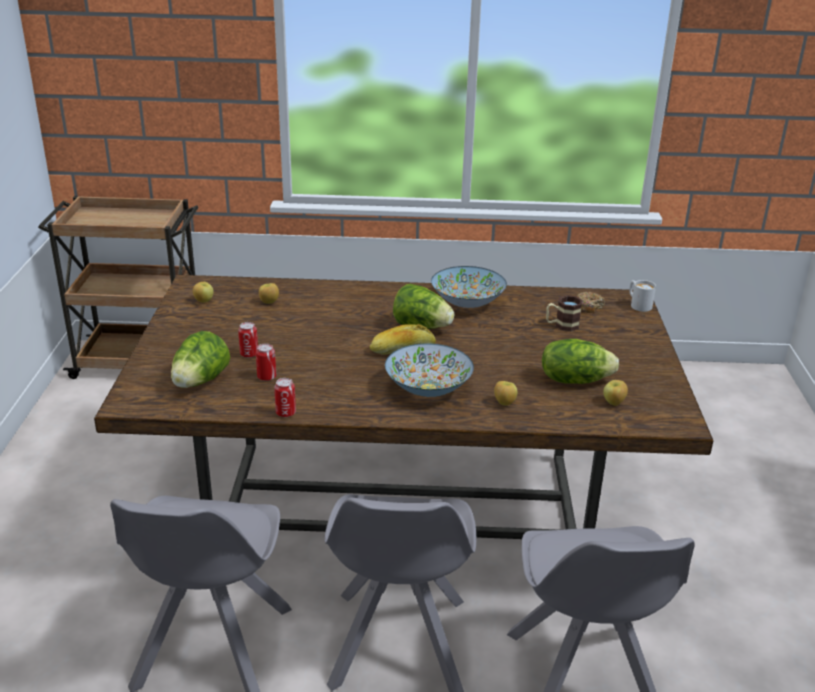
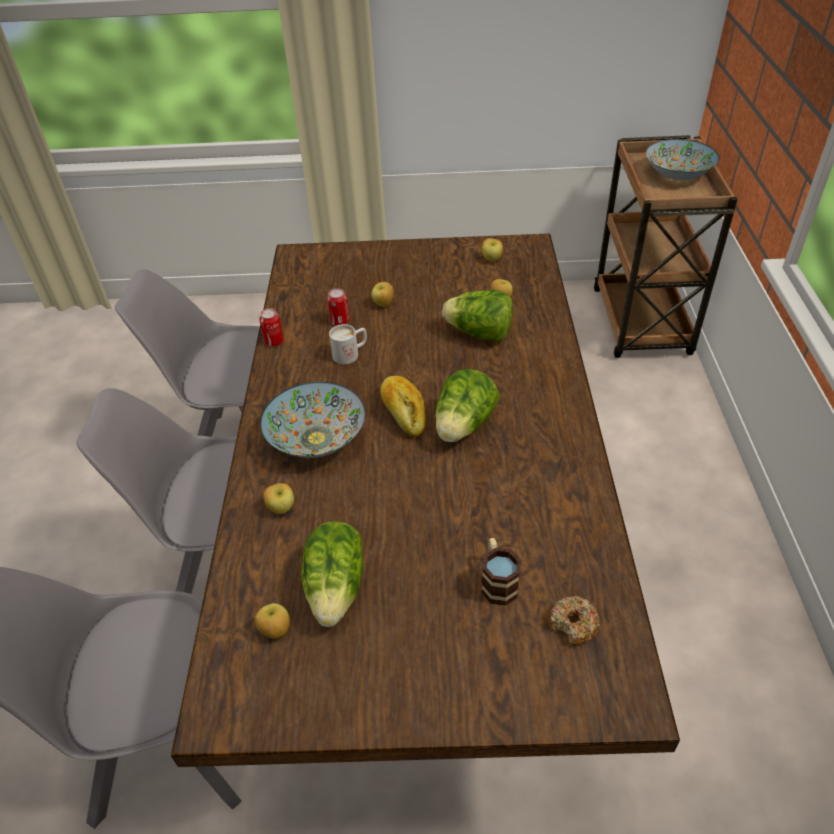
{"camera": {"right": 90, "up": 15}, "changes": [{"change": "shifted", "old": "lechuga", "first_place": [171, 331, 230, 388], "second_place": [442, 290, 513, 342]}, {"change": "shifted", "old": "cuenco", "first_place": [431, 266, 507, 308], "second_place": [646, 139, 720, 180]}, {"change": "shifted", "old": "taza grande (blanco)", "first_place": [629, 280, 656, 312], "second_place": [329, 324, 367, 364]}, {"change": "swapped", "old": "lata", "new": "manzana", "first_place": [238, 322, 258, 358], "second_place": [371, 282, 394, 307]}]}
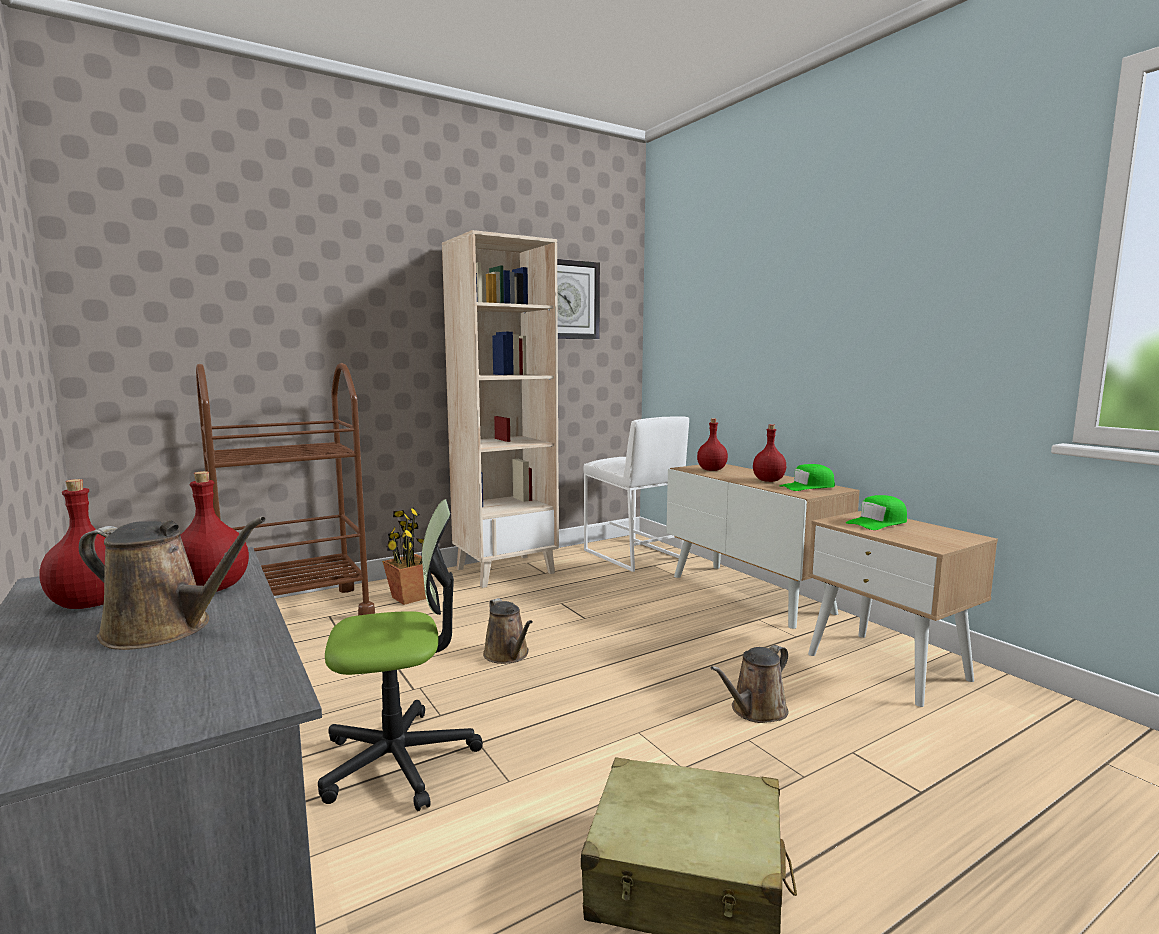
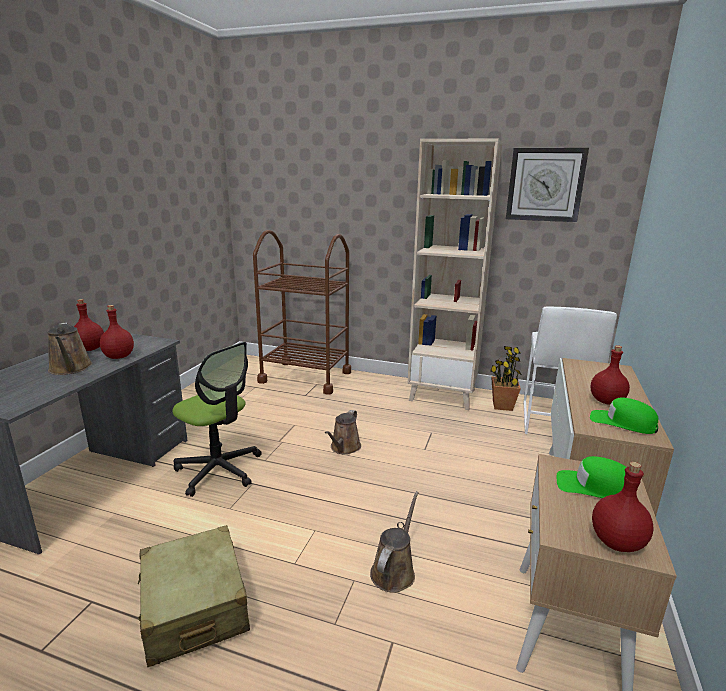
{"camera": {"right": 50, "up": 10}, "changes": [{"change": "shifted", "old": "planta en maceta", "first_place": [382, 507, 432, 605], "second_place": [490, 346, 522, 411]}, {"change": "shifted", "old": "botella (rojo)", "first_place": [697, 418, 728, 471], "second_place": [592, 462, 654, 552]}, {"change": "rotated", "old": "regadera (marrón)", "first_place": [711, 645, 788, 723], "second_place": [370, 491, 419, 593], "degrees": 105}]}
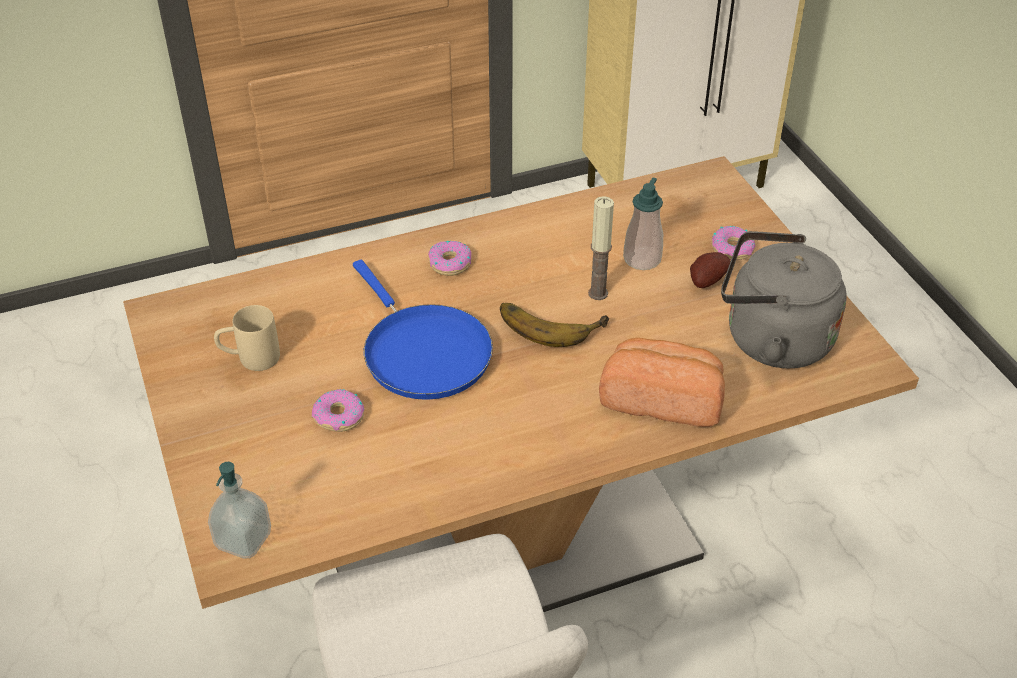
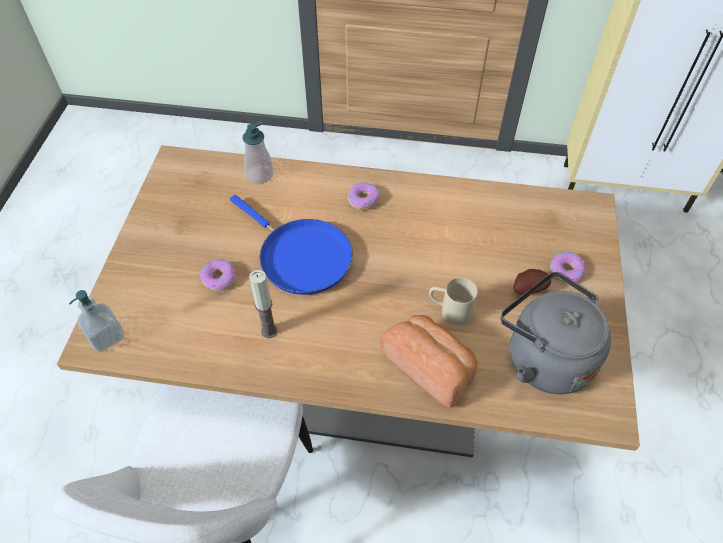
{"camera": {"right": 30, "up": 10}, "changes": [{"change": "gone", "old": "plátano", "first_place": [500, 303, 609, 347]}, {"change": "shifted", "old": "taza grande (beis)", "first_place": [214, 305, 280, 371], "second_place": [429, 278, 478, 326]}, {"change": "shifted", "old": "vela", "first_place": [588, 196, 614, 300], "second_place": [249, 270, 278, 338]}, {"change": "shifted", "old": "dispensador de jabón", "first_place": [623, 178, 663, 270], "second_place": [242, 121, 273, 184]}, {"change": "rotated", "old": "sartén (azul)", "first_place": [353, 260, 493, 400], "second_place": [230, 195, 352, 295], "degrees": -45}]}
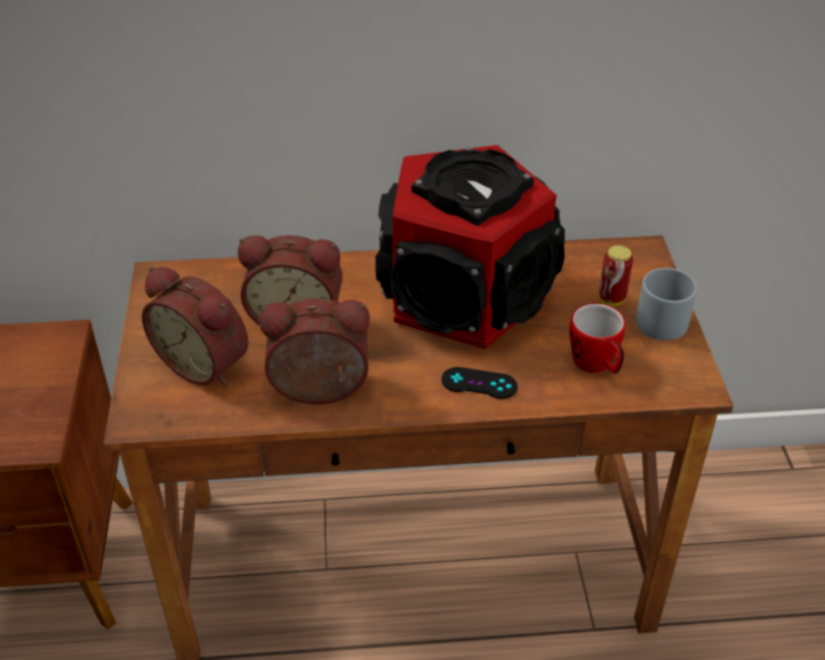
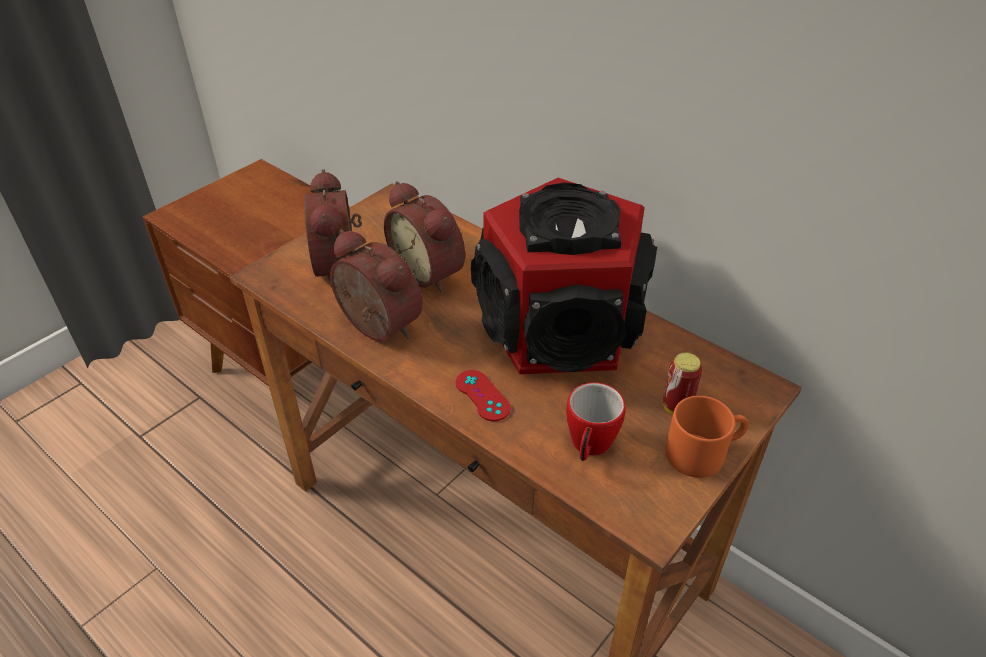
{"camera": {"right": 45, "up": 0}, "changes": [{"change": "repainted", "old": "mando de consola (negro)", "new": "mando de consola (rojo)", "first_place": [442, 367, 517, 399], "second_place": [456, 370, 511, 421]}, {"change": "repainted", "old": "taza grande (gris)", "new": "taza grande (naranja)", "first_place": [636, 268, 697, 341], "second_place": [665, 396, 749, 478]}]}
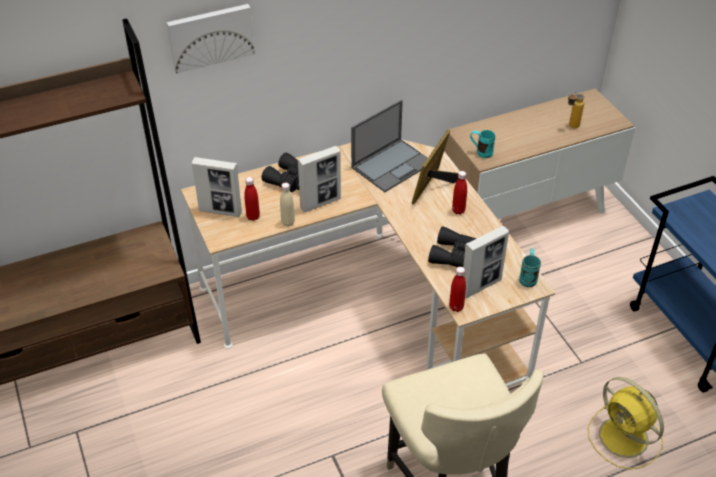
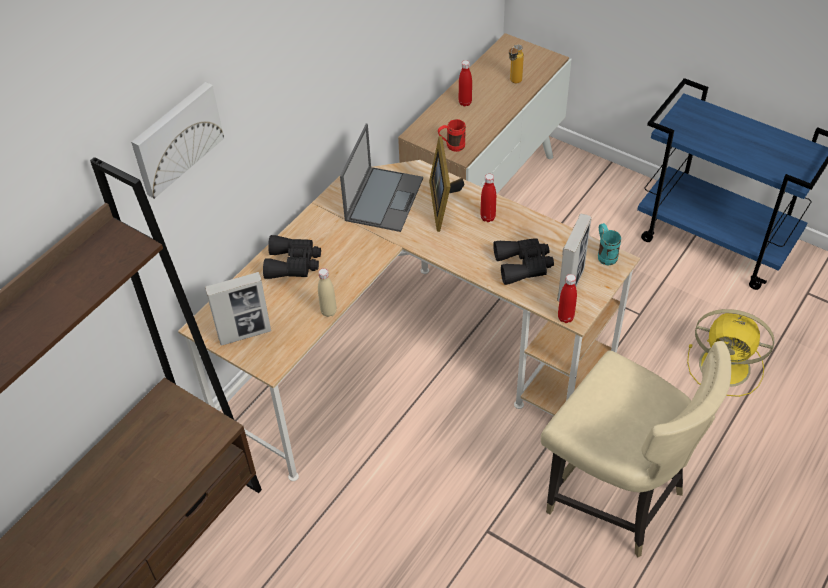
{"camera": {"right": -30, "up": 5}, "changes": [{"change": "gone", "old": "portarretratos", "first_place": [297, 146, 341, 213]}, {"change": "shifted", "old": "botella (rojo)", "first_place": [244, 177, 260, 221], "second_place": [459, 60, 472, 106]}, {"change": "repainted", "old": "taza grande (turquesa)", "new": "taza grande (rojo)", "first_place": [470, 130, 495, 158], "second_place": [438, 119, 466, 152]}]}
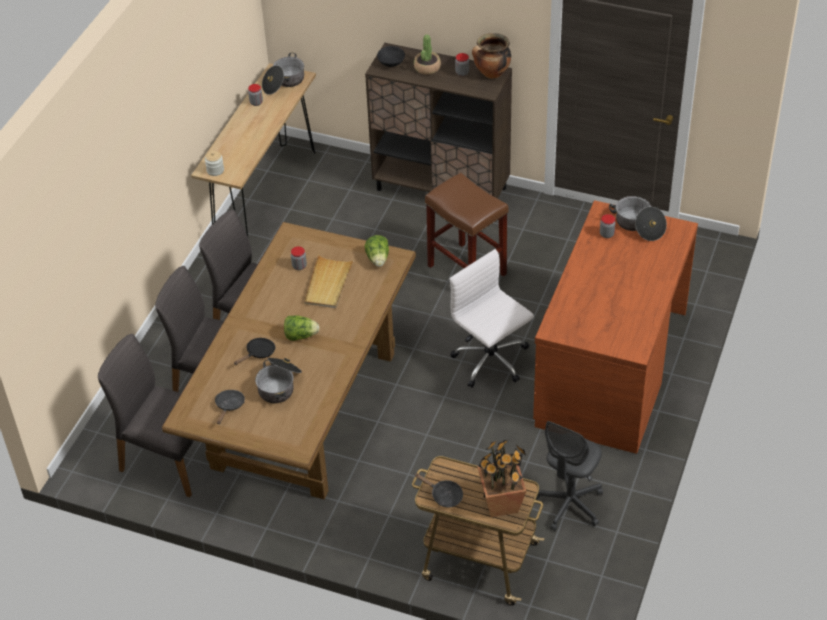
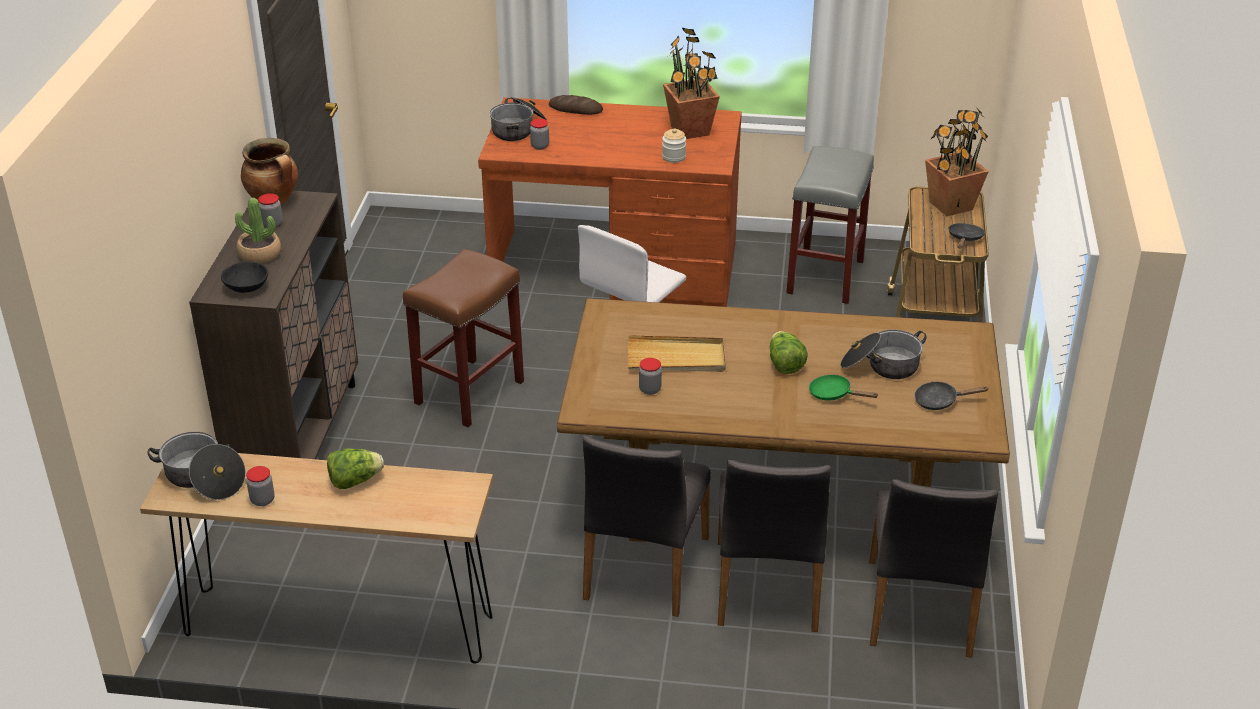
{"camera": {"right": -105, "up": -10}, "changes": [{"change": "new", "new": "pan", "second_place": [549, 95, 603, 115]}, {"change": "new", "new": "planta en maceta", "second_place": [663, 28, 720, 139]}, {"change": "shifted", "old": "tarro", "first_place": [205, 151, 224, 176], "second_place": [662, 128, 686, 163]}, {"change": "shifted", "old": "lechuga", "first_place": [364, 235, 389, 267], "second_place": [327, 449, 384, 489]}, {"change": "swapped", "old": "silla de oficina (gris)", "new": "taburete (gris)", "first_place": [536, 421, 603, 531], "second_place": [786, 146, 874, 304]}, {"change": "repainted", "old": "sartén (negro)", "new": "sartén (verde)", "first_place": [234, 338, 275, 365], "second_place": [809, 375, 878, 401]}]}
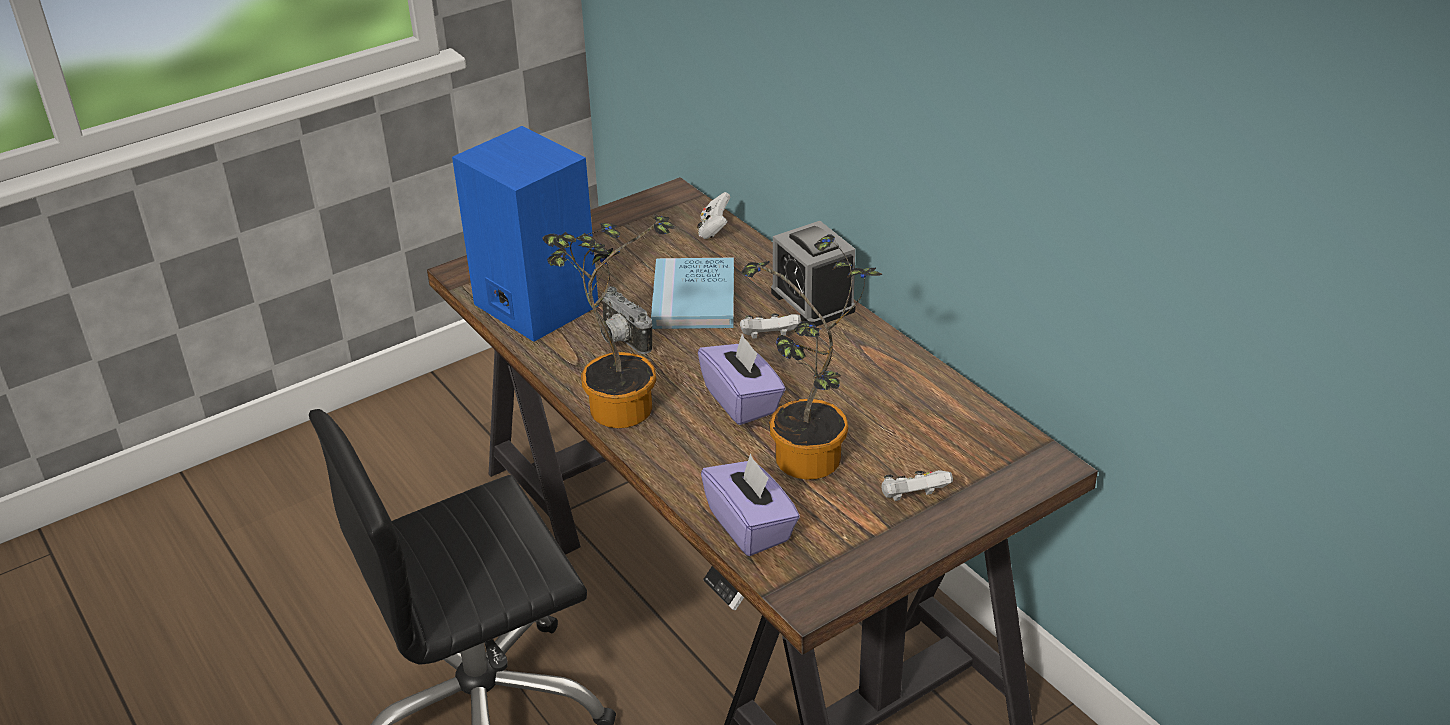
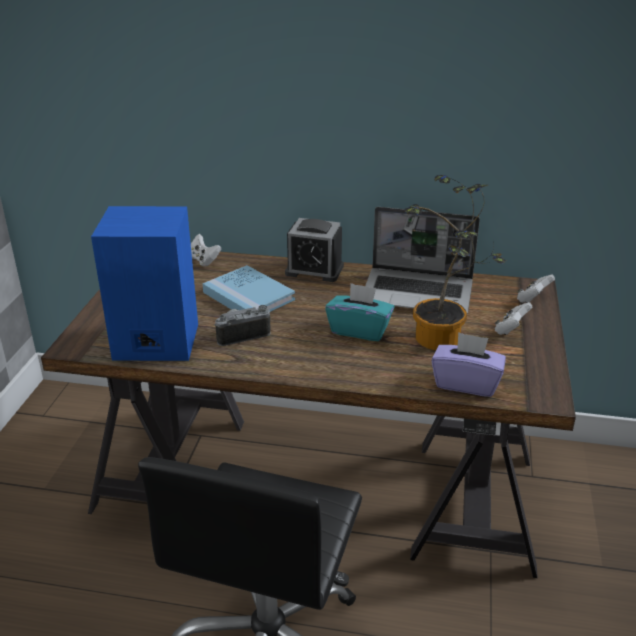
{"camera": {"right": -45, "up": -5}, "changes": [{"change": "gone", "old": "planta en maceta", "first_place": [542, 216, 674, 428]}, {"change": "new", "new": "portátil", "second_place": [365, 207, 480, 314]}, {"change": "shifted", "old": "mando de consola (blanco)", "first_place": [740, 313, 801, 339], "second_place": [517, 274, 555, 303]}, {"change": "repainted", "old": "caja de pañuelos (morado)", "new": "caja de pañuelos (turquesa)", "first_place": [698, 334, 786, 425], "second_place": [325, 283, 395, 341]}, {"change": "rotated", "old": "cámara", "first_place": [600, 286, 652, 354], "second_place": [214, 305, 271, 346], "degrees": 150}]}
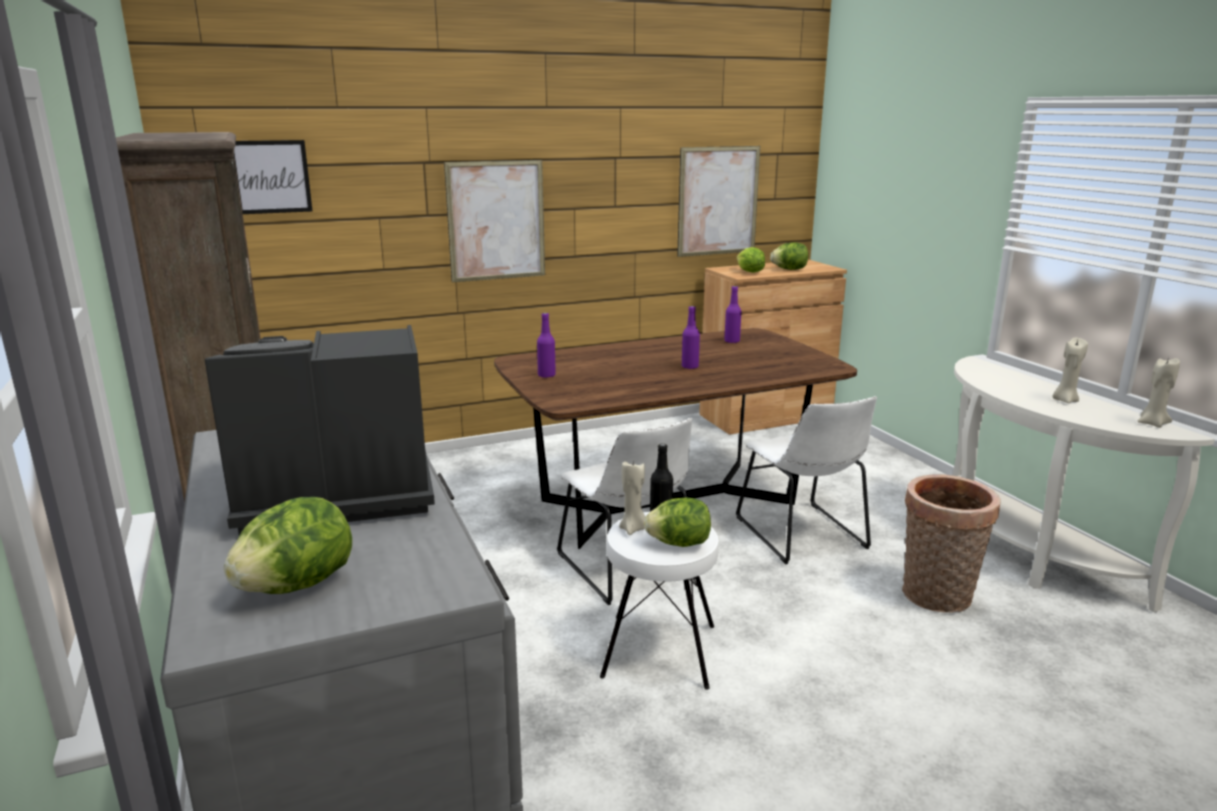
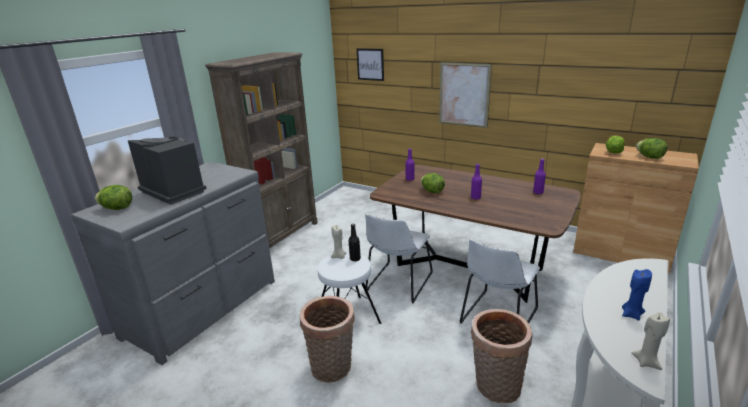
{"camera": {"right": 55, "up": 5}, "changes": [{"change": "gone", "old": "cuadro", "first_place": [677, 146, 760, 257]}, {"change": "new", "new": "cesta", "second_place": [300, 296, 355, 383]}, {"change": "shifted", "old": "lechuga", "first_place": [644, 497, 711, 547], "second_place": [421, 173, 445, 193]}, {"change": "repainted", "old": "vela (beis)", "new": "vela (azul)", "first_place": [1052, 338, 1088, 403], "second_place": [622, 269, 652, 320]}]}
